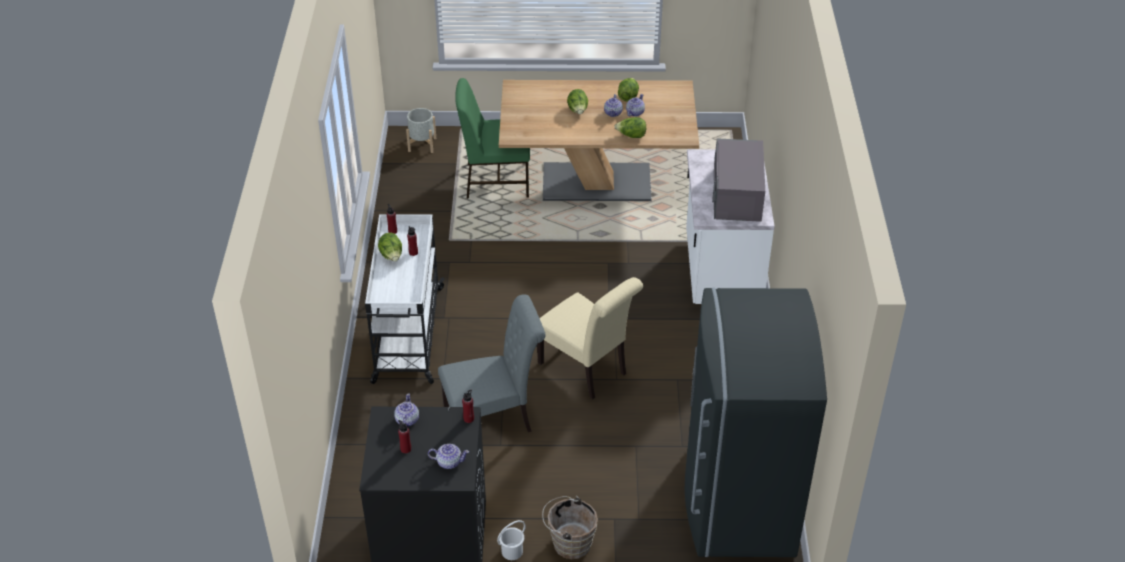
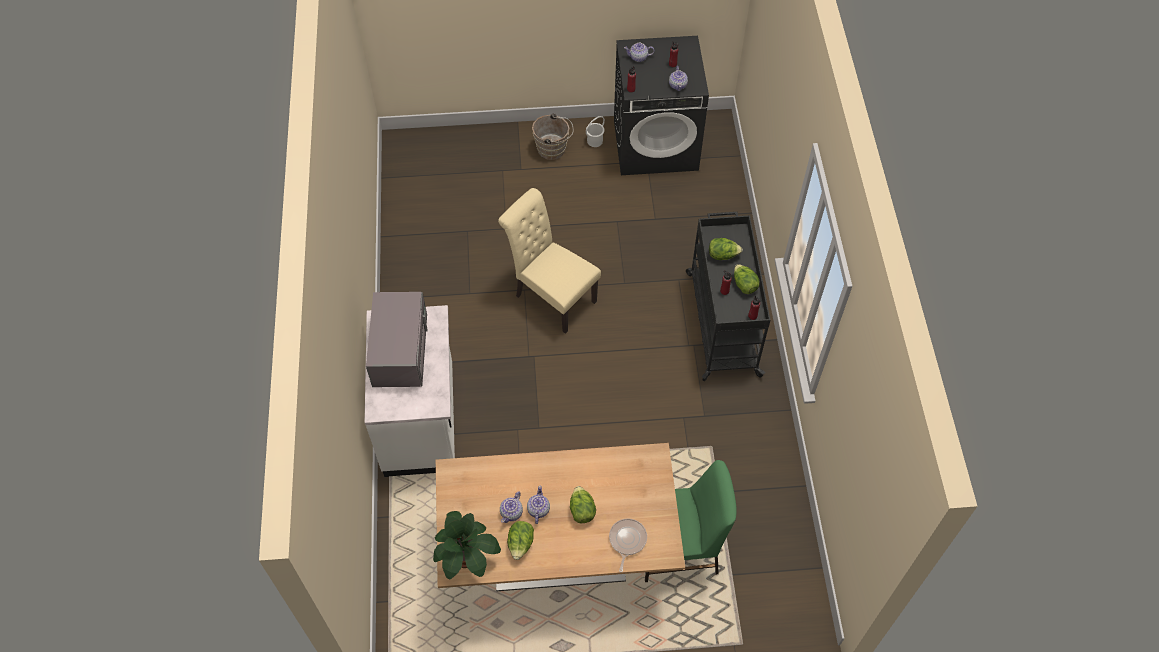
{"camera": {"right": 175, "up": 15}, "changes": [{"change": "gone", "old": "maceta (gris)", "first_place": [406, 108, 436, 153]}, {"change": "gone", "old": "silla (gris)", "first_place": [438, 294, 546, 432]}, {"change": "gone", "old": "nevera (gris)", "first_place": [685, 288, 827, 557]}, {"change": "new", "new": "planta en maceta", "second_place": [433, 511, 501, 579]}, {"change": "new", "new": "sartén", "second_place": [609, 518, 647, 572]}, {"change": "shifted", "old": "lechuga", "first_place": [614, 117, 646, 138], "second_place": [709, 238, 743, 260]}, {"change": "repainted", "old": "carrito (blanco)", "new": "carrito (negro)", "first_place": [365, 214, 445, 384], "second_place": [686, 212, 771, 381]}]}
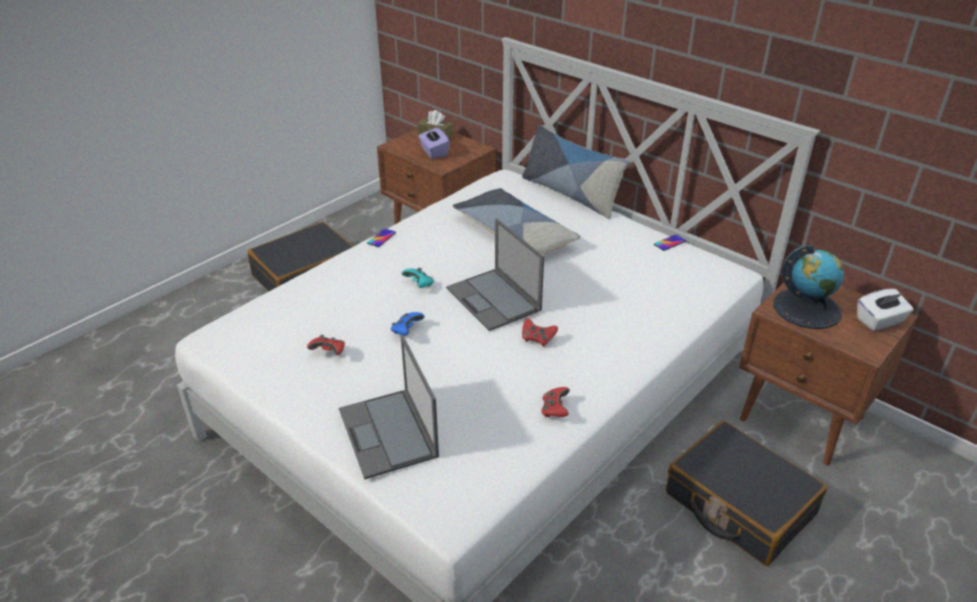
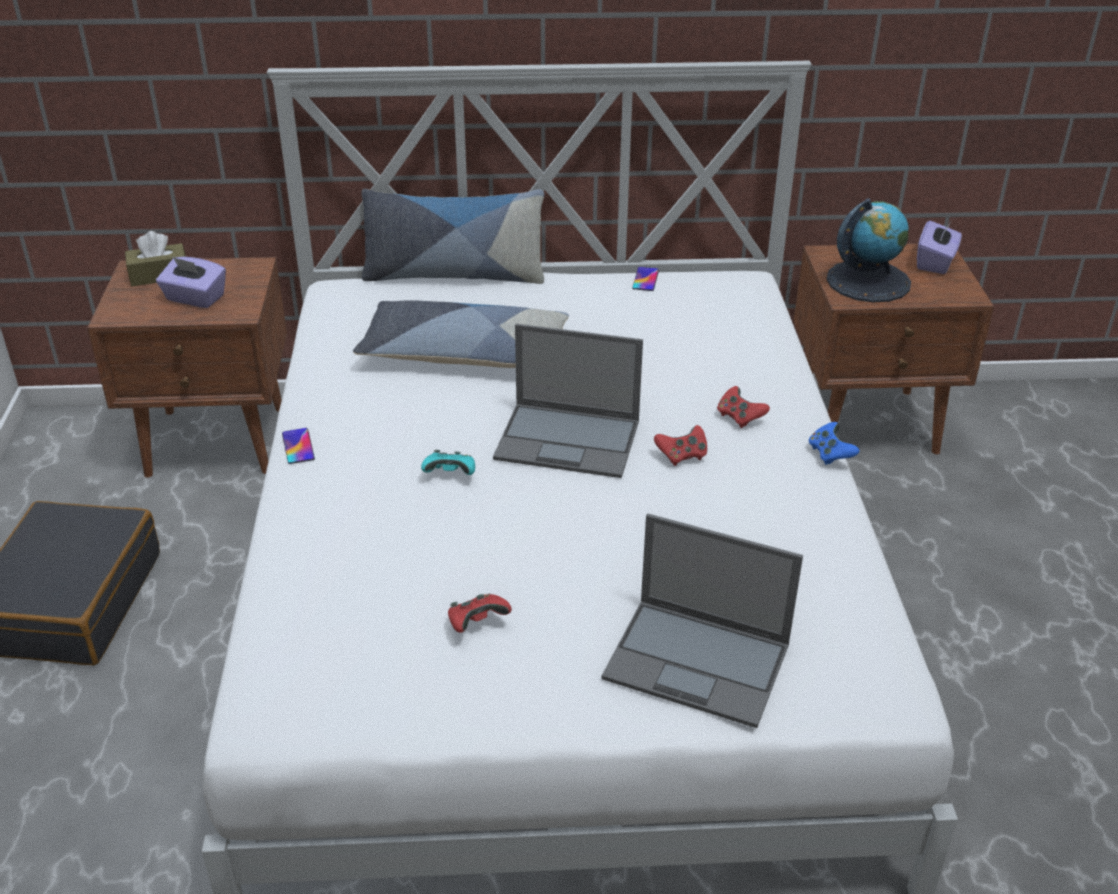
{"camera": {"right": -45, "up": 0}, "changes": [{"change": "gone", "old": "maleta (negro)", "first_place": [666, 421, 827, 566]}, {"change": "shifted", "old": "mando de consola (azul)", "first_place": [391, 312, 425, 336], "second_place": [809, 422, 859, 465]}, {"change": "shifted", "old": "mando de consola (rojo)", "first_place": [541, 387, 570, 417], "second_place": [717, 386, 770, 428]}, {"change": "repainted", "old": "caja de pañuelos (blanco)", "new": "caja de pañuelos (morado)", "first_place": [857, 289, 914, 331], "second_place": [917, 219, 962, 274]}]}
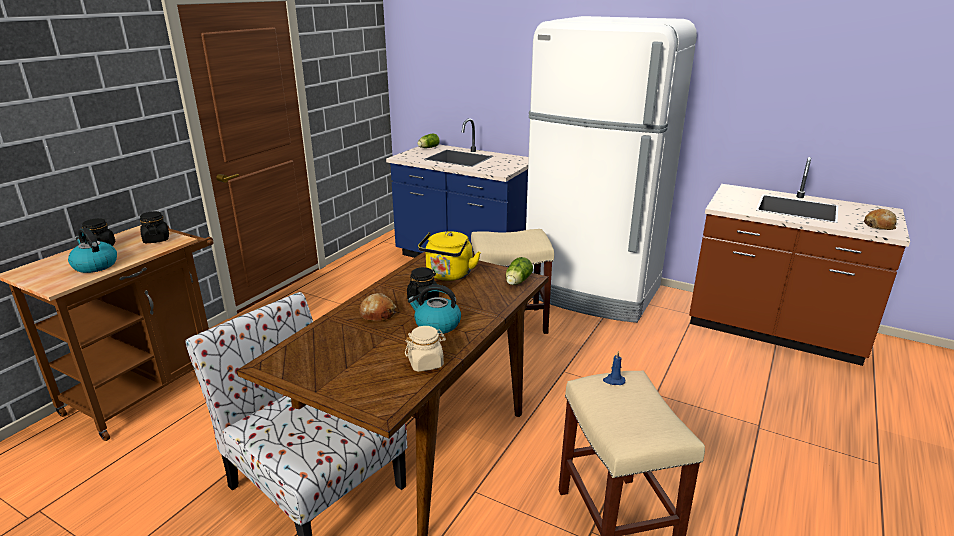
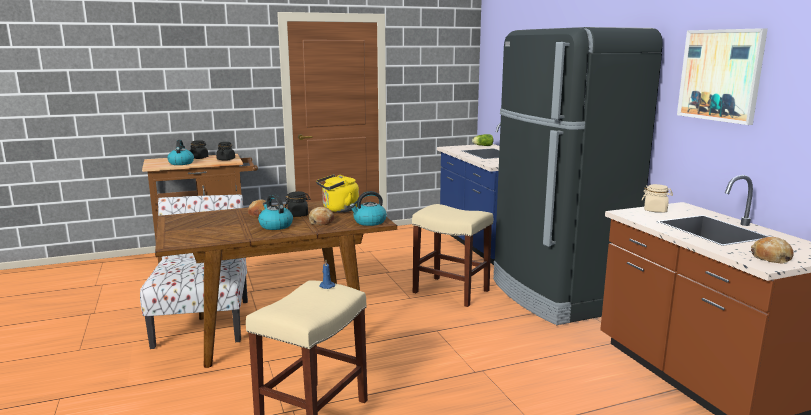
{"camera": {"right": 40, "up": -10}, "changes": [{"change": "new", "new": "pan", "second_place": [309, 207, 334, 225]}, {"change": "new", "new": "cuadro", "second_place": [677, 28, 768, 125]}, {"change": "shifted", "old": "tarro (beis)", "first_place": [405, 326, 446, 372], "second_place": [642, 184, 673, 213]}, {"change": "swapped", "old": "lechuga", "new": "hervidor", "first_place": [506, 257, 533, 285], "second_place": [349, 191, 387, 226]}, {"change": "repainted", "old": "nevera (blanco)", "new": "nevera (negro)", "first_place": [526, 16, 697, 323], "second_place": [493, 27, 663, 325]}]}
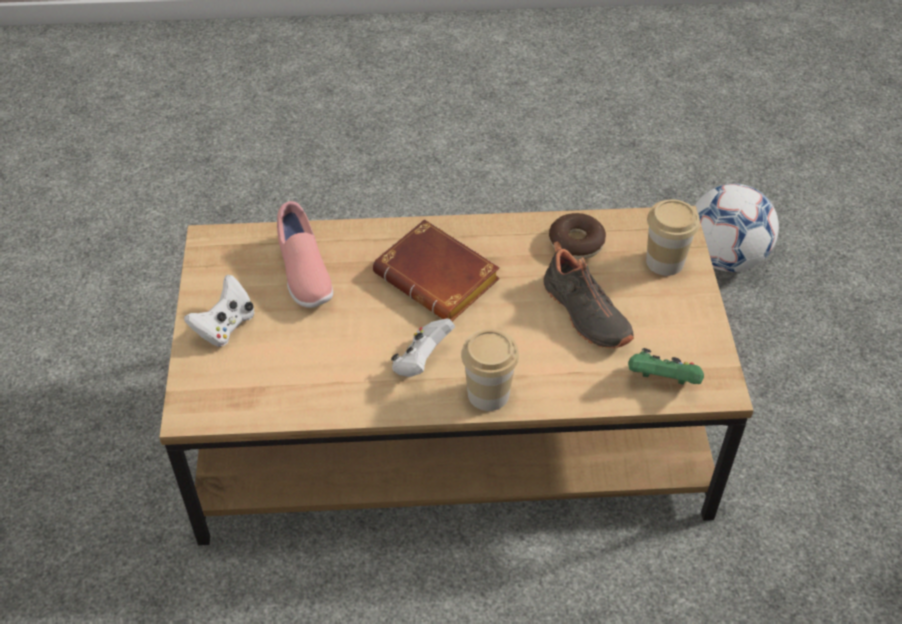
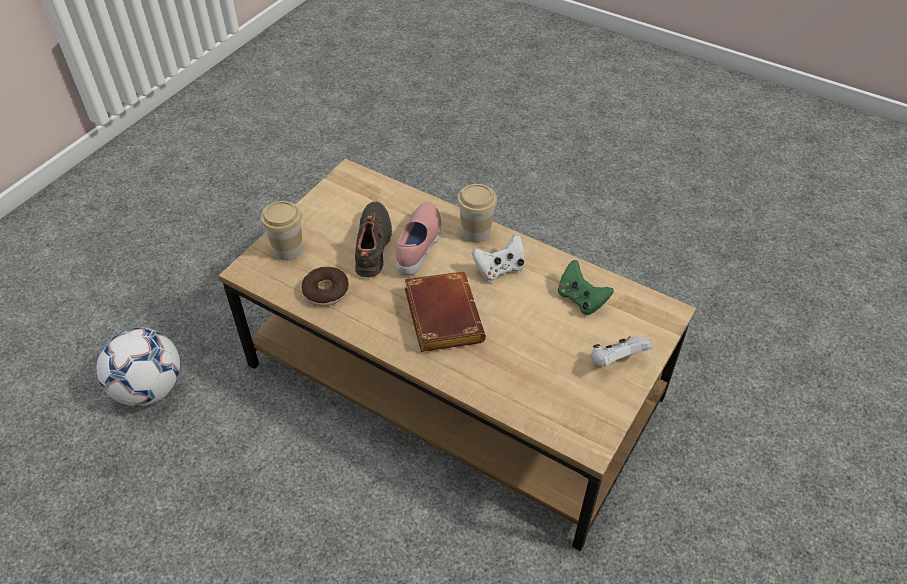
{"camera": {"right": -145, "up": 0}, "changes": [{"change": "shifted", "old": "zapato (rosa)", "first_place": [277, 201, 333, 308], "second_place": [396, 202, 441, 276]}, {"change": "shifted", "old": "mando de consola (verde)", "first_place": [628, 348, 704, 385], "second_place": [558, 260, 614, 315]}]}
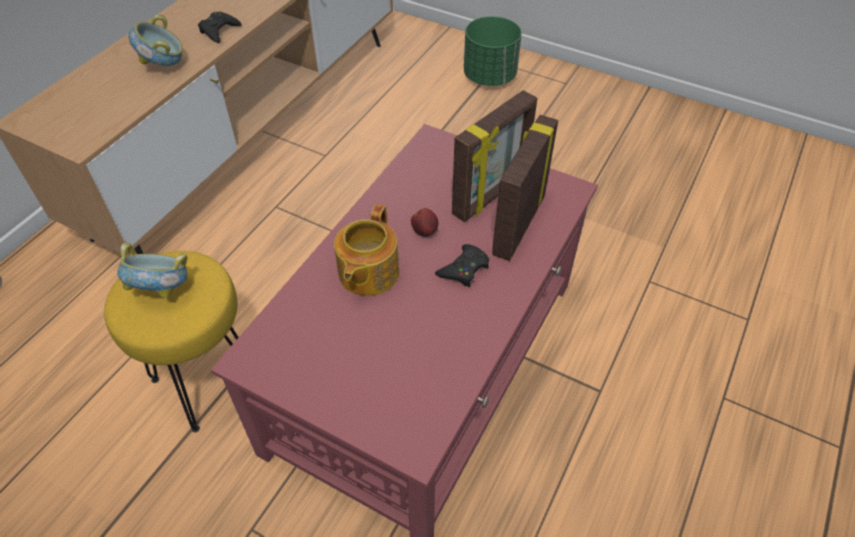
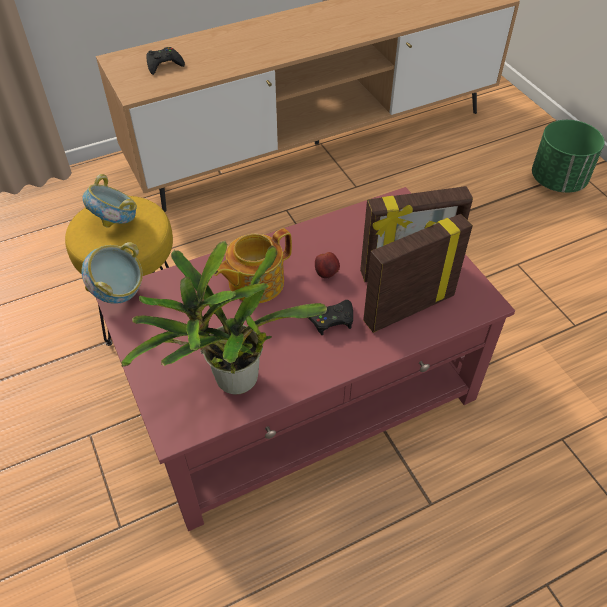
{"camera": {"right": 35, "up": 0}, "changes": [{"change": "new", "new": "planta en maceta", "second_place": [121, 241, 327, 395]}, {"change": "shifted", "old": "cuenco", "first_place": [128, 14, 183, 66], "second_place": [81, 242, 143, 304]}, {"change": "shifted", "old": "mando de consola (negro)", "first_place": [198, 12, 242, 43], "second_place": [147, 47, 185, 75]}]}
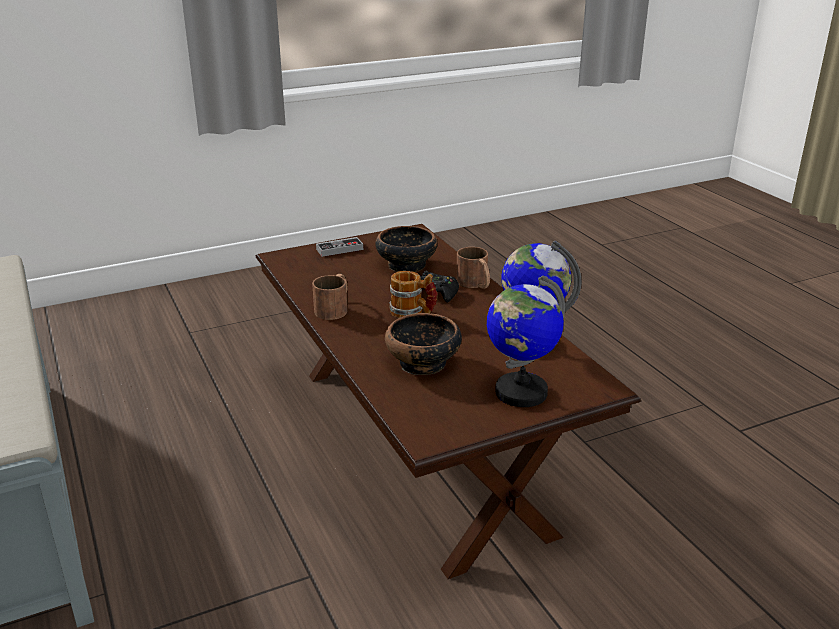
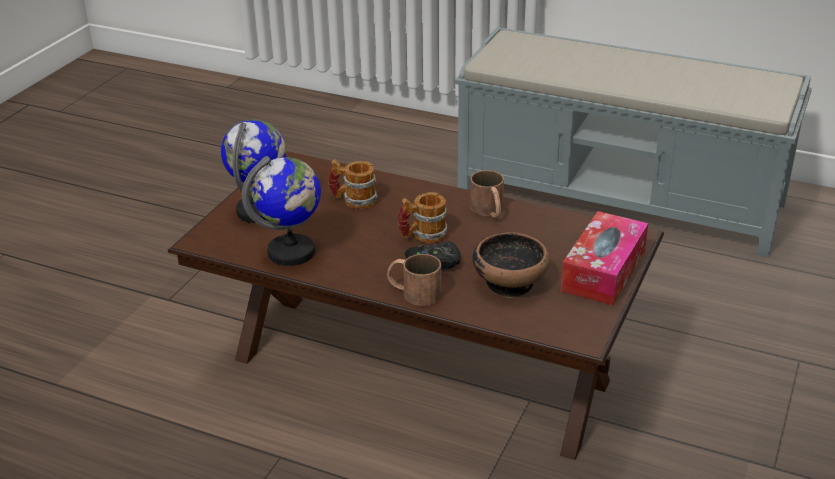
{"camera": {"right": 140, "up": 5}, "changes": [{"change": "swapped", "old": "mando de consola", "new": "caja de pañuelos", "first_place": [316, 237, 363, 257], "second_place": [561, 211, 648, 305]}, {"change": "swapped", "old": "cuenco", "new": "taza grande", "first_place": [385, 313, 462, 375], "second_place": [328, 159, 378, 209]}]}
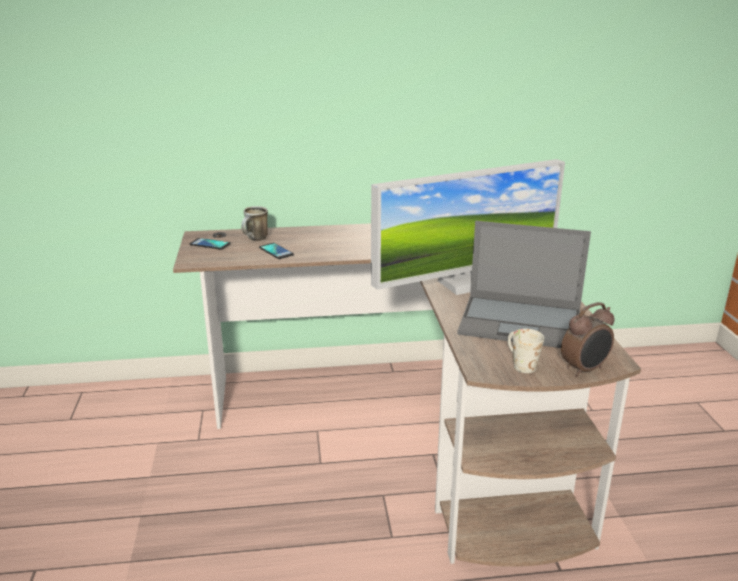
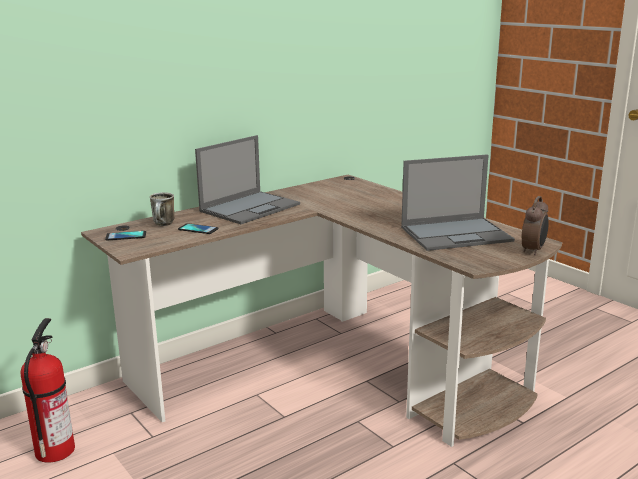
{"camera": {"right": -30, "up": -5}, "changes": [{"change": "gone", "old": "monitor", "first_place": [371, 159, 565, 295]}, {"change": "gone", "old": "taza grande (blanco)", "first_place": [507, 329, 544, 373]}, {"change": "new", "new": "extintor", "second_place": [21, 318, 75, 463]}, {"change": "new", "new": "portátil", "second_place": [195, 135, 300, 224]}]}
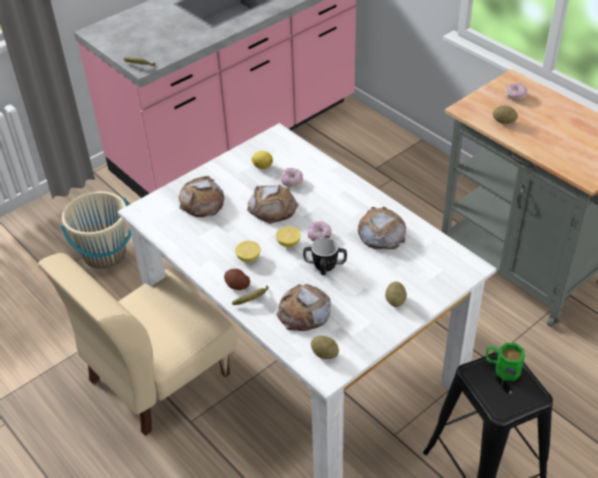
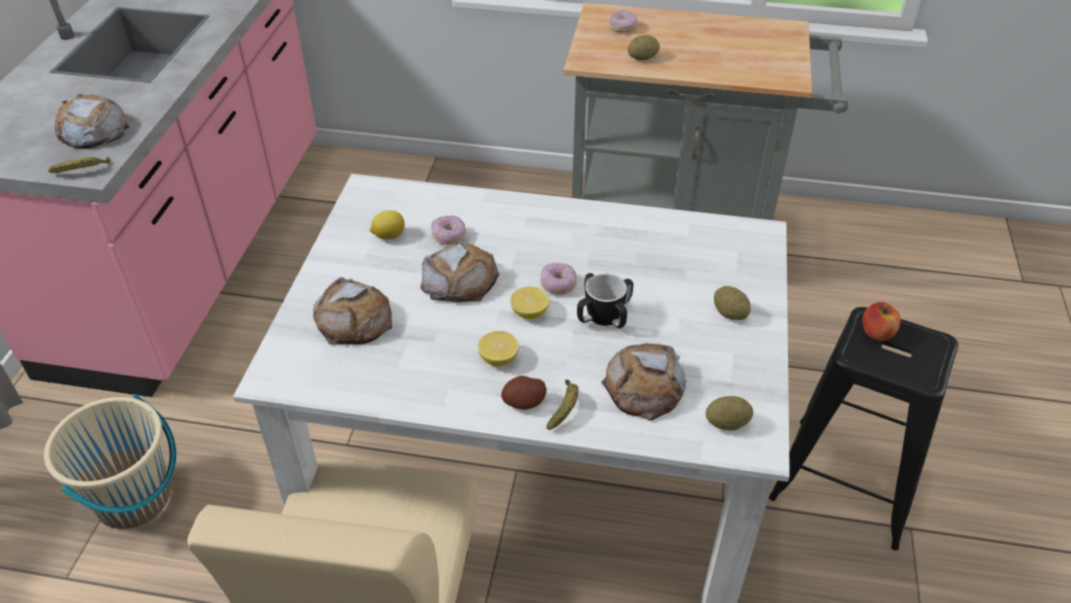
{"camera": {"right": -40, "up": 0}, "changes": [{"change": "shifted", "old": "pan", "first_place": [358, 206, 406, 249], "second_place": [55, 94, 130, 149]}, {"change": "swapped", "old": "taza grande (verde)", "new": "manzana", "first_place": [486, 343, 525, 381], "second_place": [862, 302, 901, 341]}]}
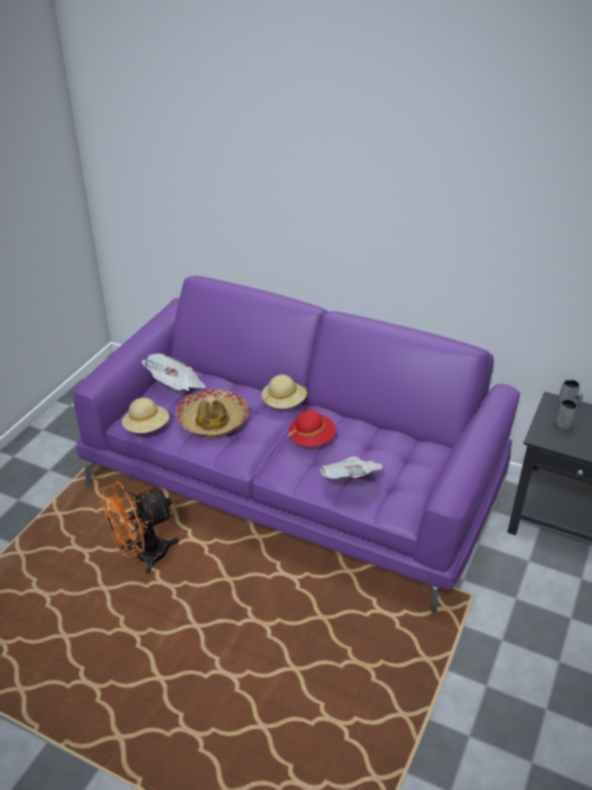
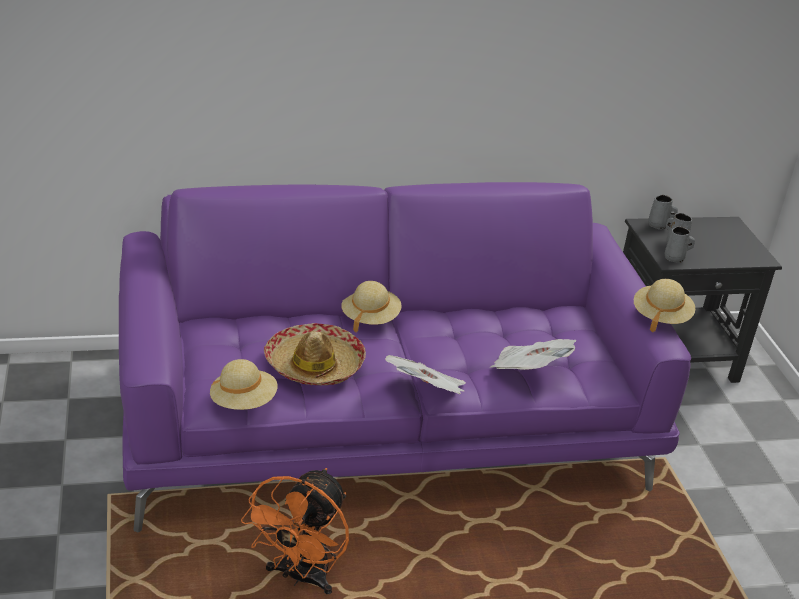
{"camera": {"right": -40, "up": -5}, "changes": [{"change": "gone", "old": "sombrero (rojo)", "first_place": [288, 410, 336, 447]}, {"change": "new", "new": "sombrero (beis)", "second_place": [634, 279, 695, 332]}, {"change": "new", "new": "taza grande (gris)", "second_place": [665, 226, 695, 263]}, {"change": "shifted", "old": "periódico", "first_place": [142, 353, 206, 391], "second_place": [385, 355, 466, 394]}]}
